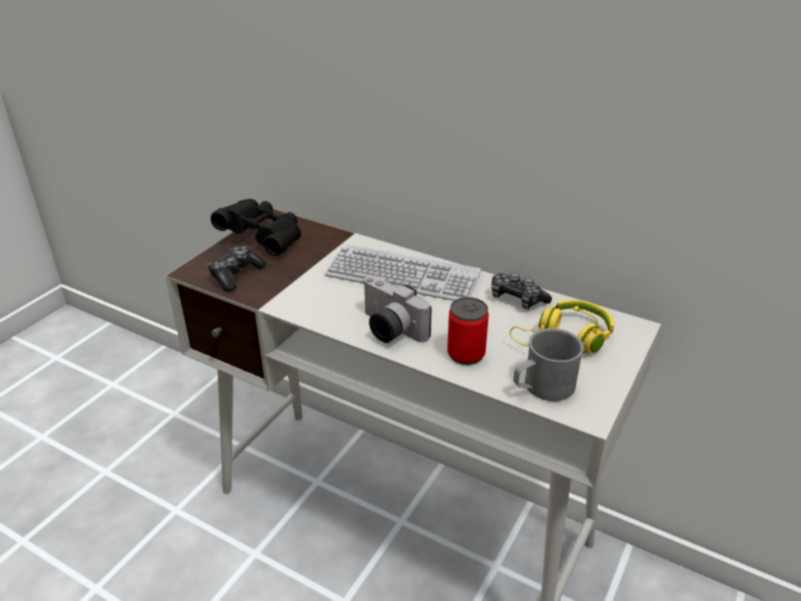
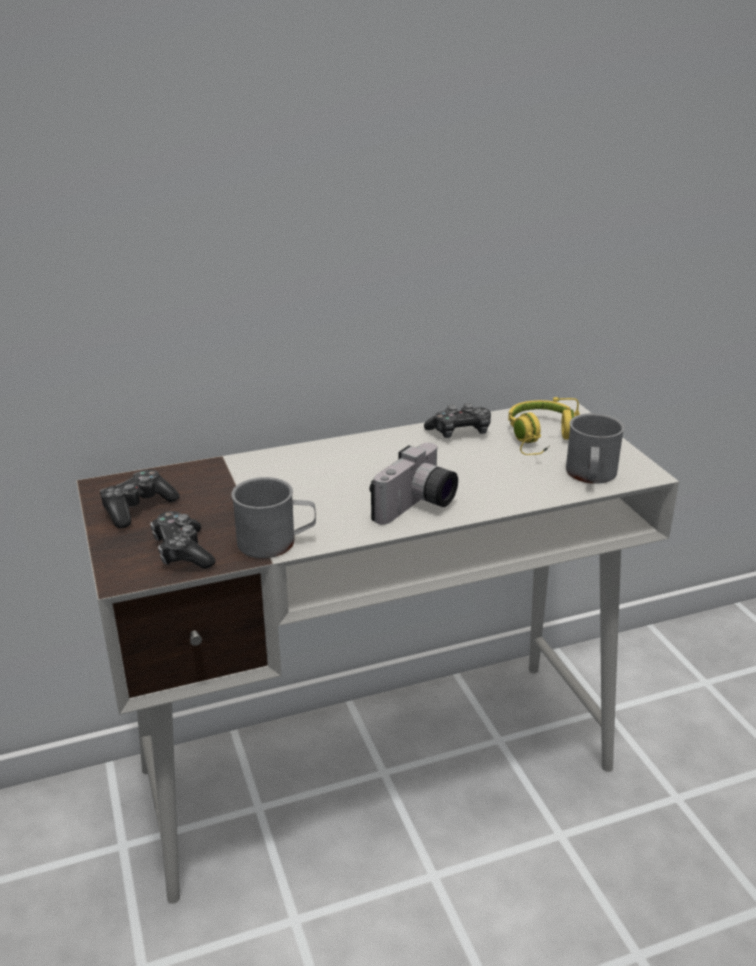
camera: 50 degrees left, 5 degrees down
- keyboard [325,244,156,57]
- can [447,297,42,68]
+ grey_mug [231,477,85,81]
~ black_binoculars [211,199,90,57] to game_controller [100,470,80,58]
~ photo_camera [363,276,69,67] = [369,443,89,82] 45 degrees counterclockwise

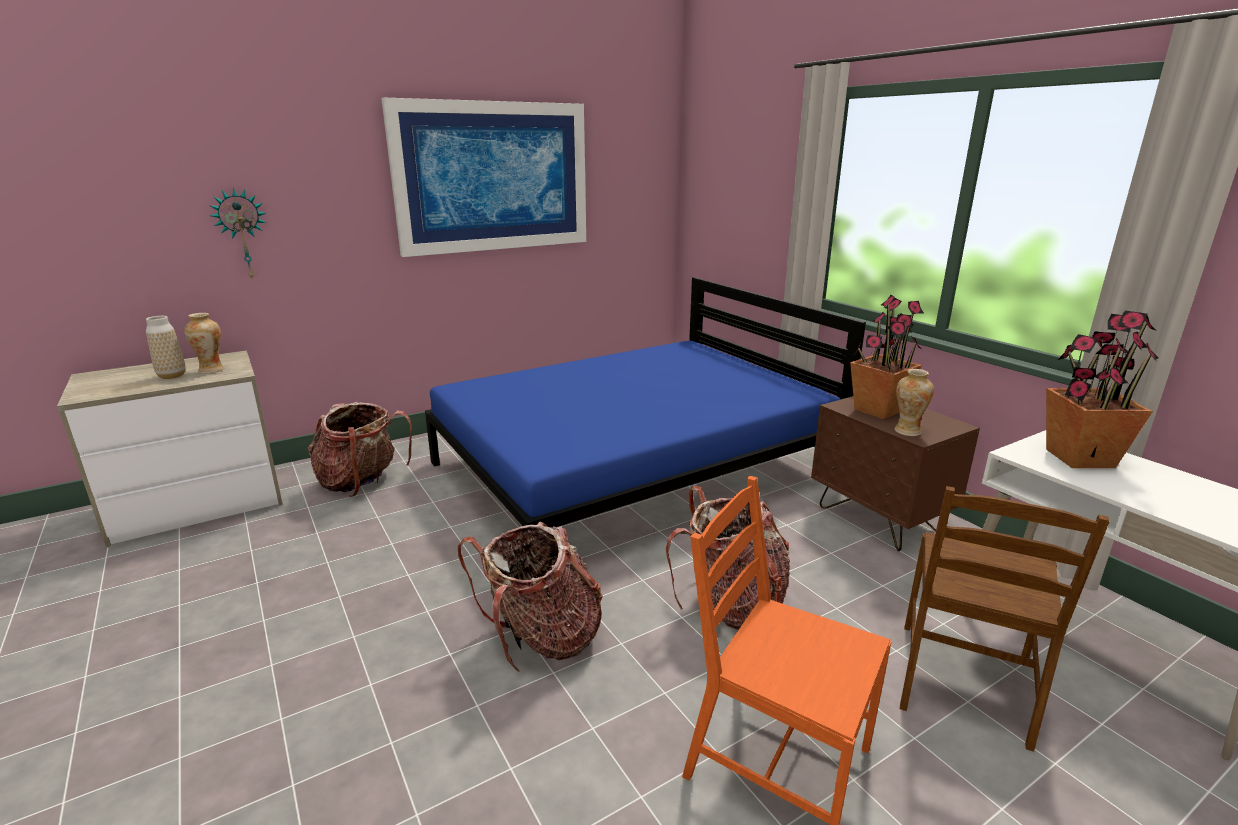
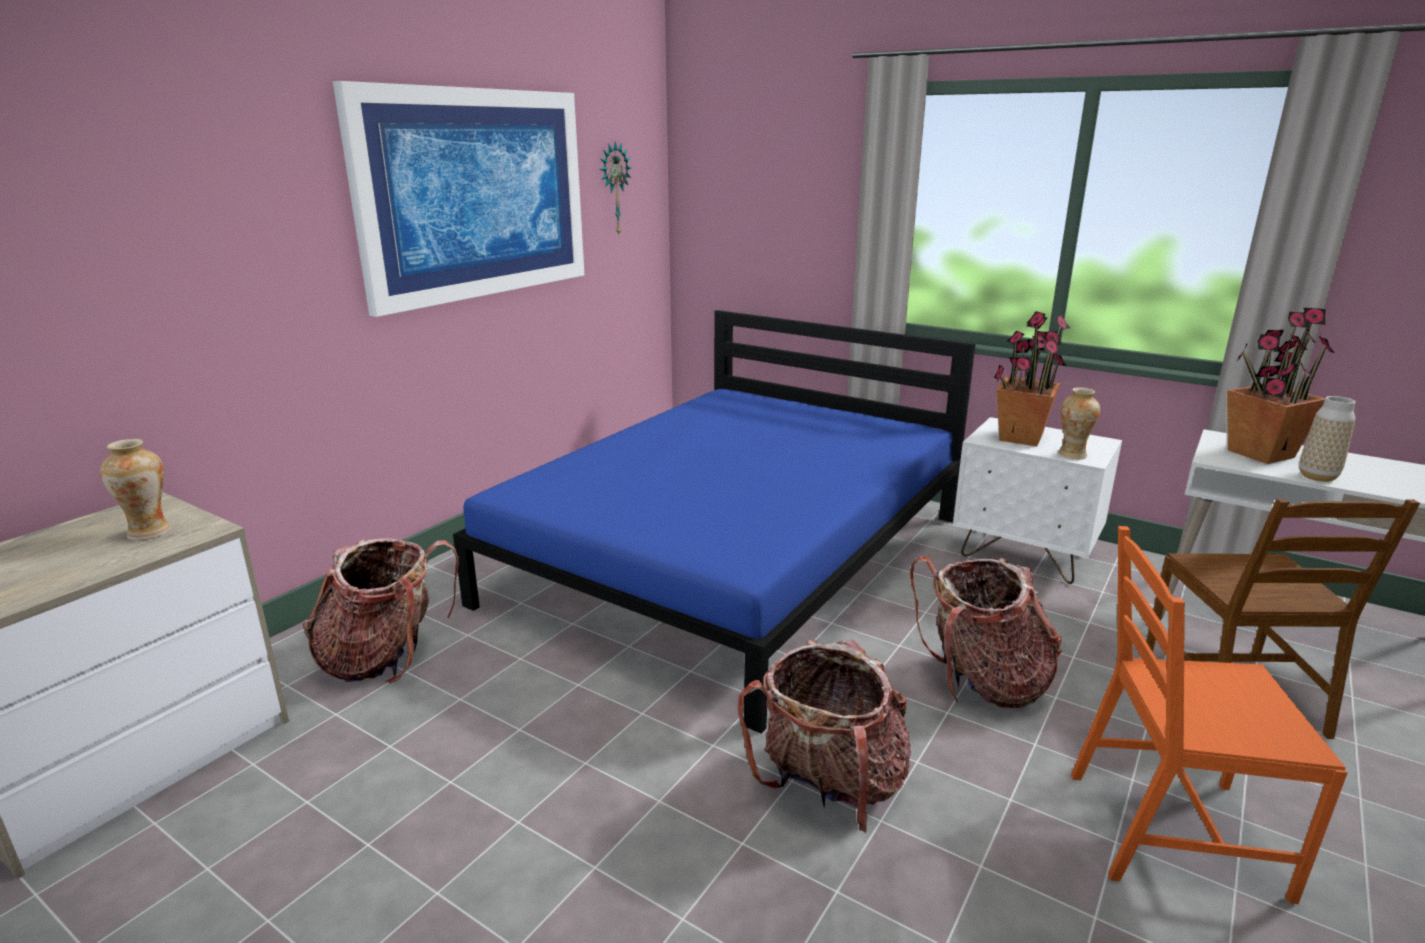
camera: 25 degrees left, 0 degrees up
~ vase [146,316,40,63] to [1299,396,57,86]
~ wall_clock [209,188,57,93] to [600,141,32,93]
~ brown_nightstand [811,396,169,155] to white_nightstand [953,417,169,167]

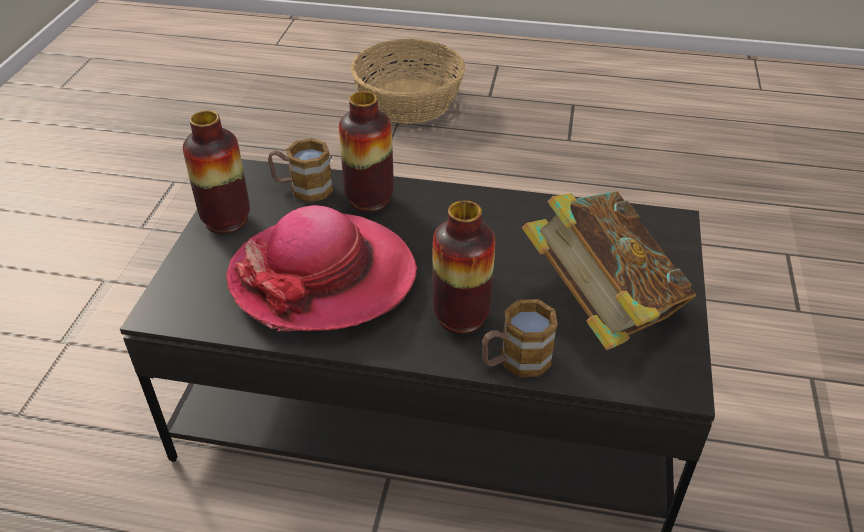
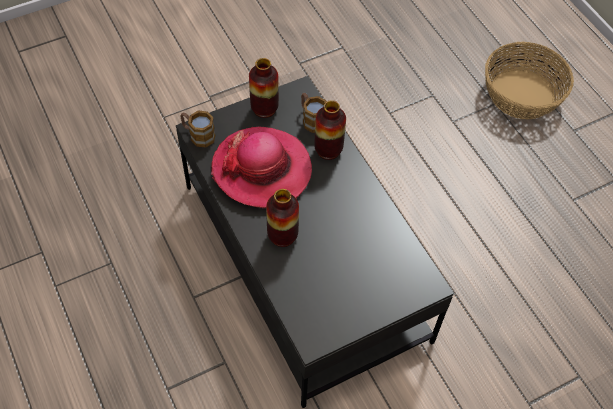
camera: 50 degrees right, 15 degrees up
- book [522,191,174,159]
~ mug [482,299,76,78] to [180,111,35,37]

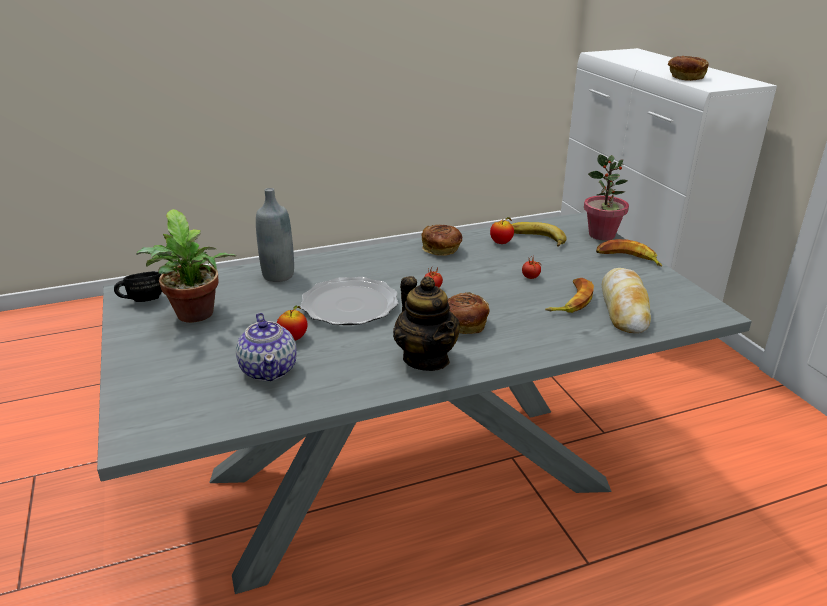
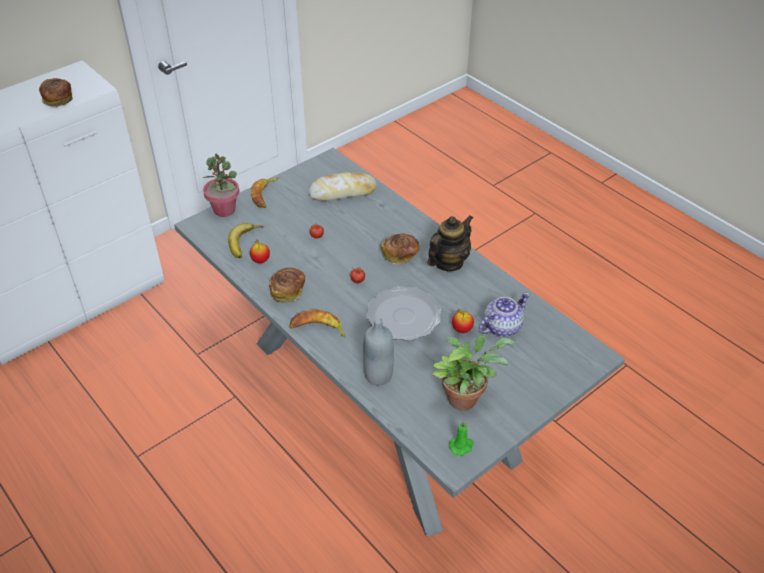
camera: 110 degrees left, 15 degrees up
~ banana [545,278,49,35] to [289,310,56,27]
~ black_mug [114,271,48,31] to green_candle [449,421,25,35]

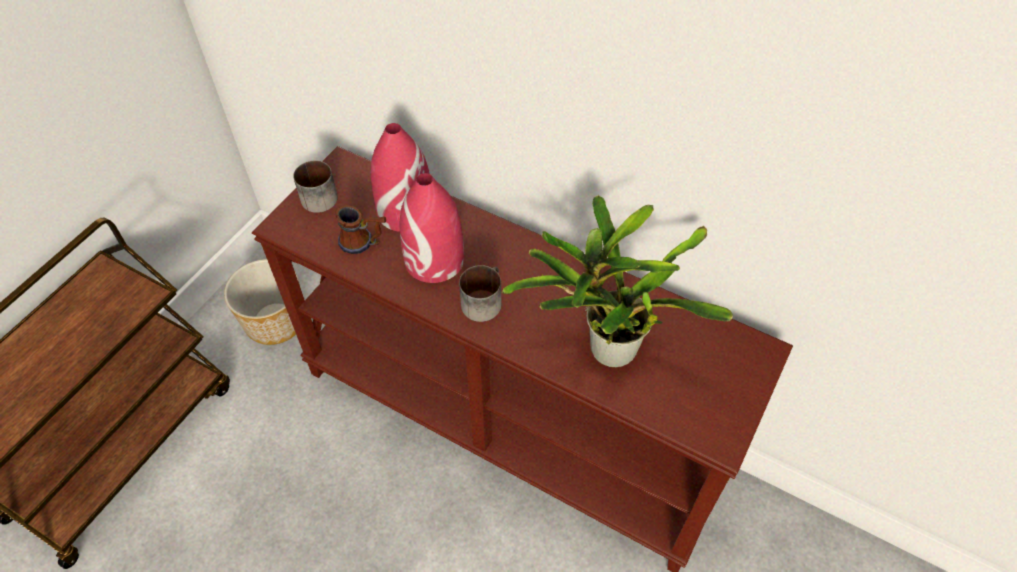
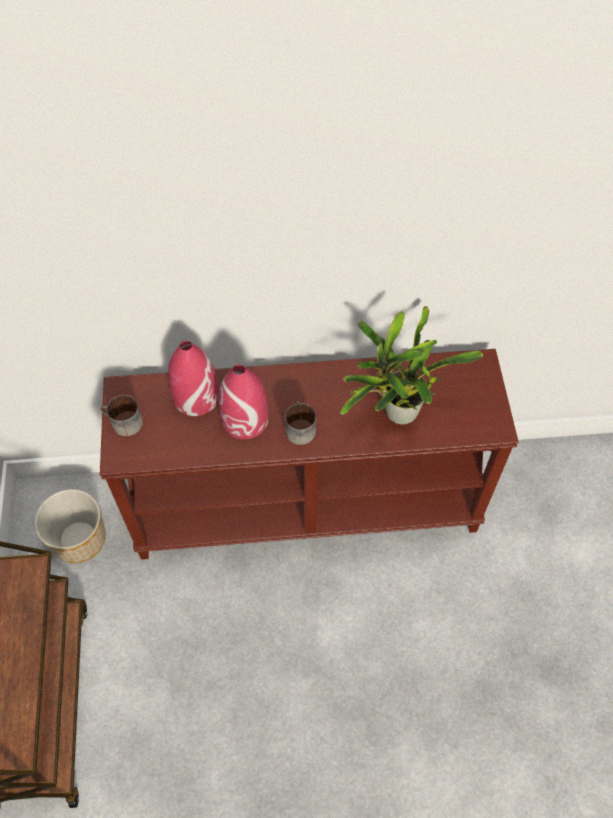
camera: 35 degrees left, 5 degrees up
- mug [335,205,51,49]

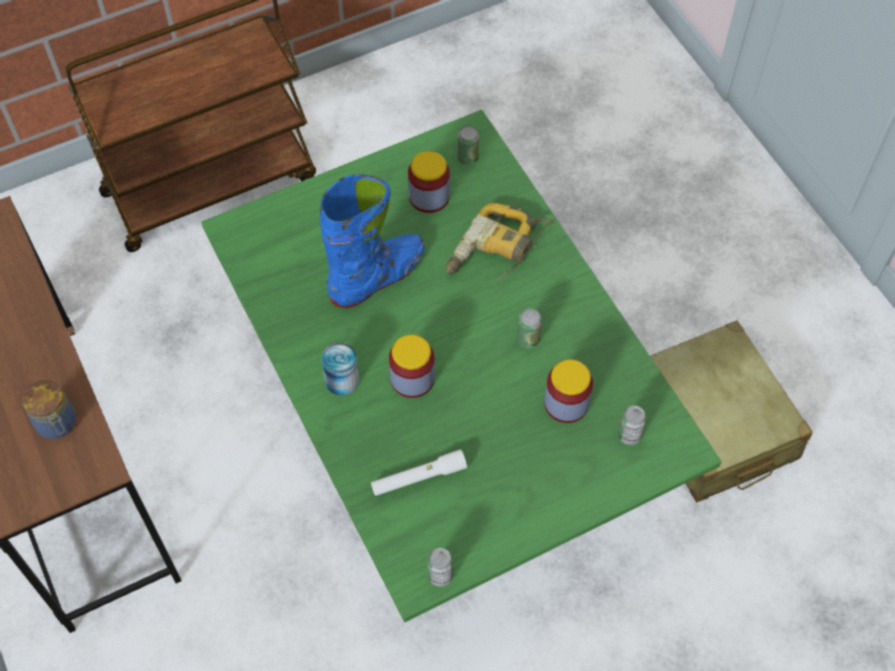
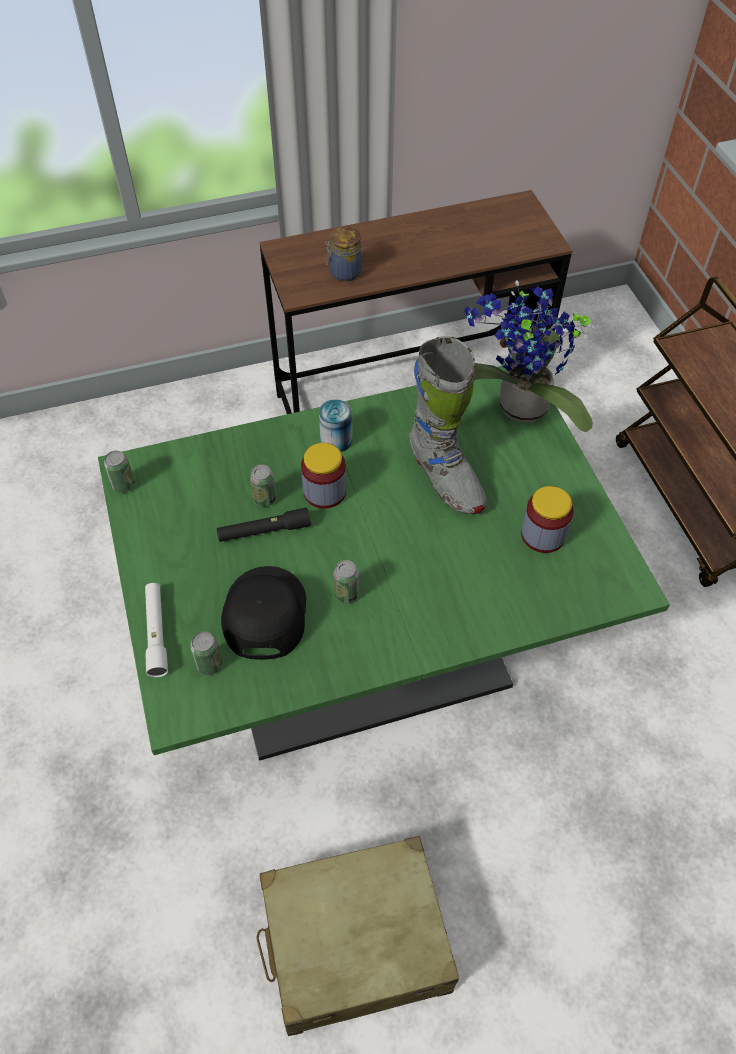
camera: 100 degrees right, 5 degrees down
- power_drill [446,203,107,77]
+ black_flashlight [217,507,94,35]
+ potted_plant [464,281,131,151]
~ white_flashlight [371,450,96,46] to [145,583,23,94]
~ can [457,126,22,39] to [250,464,26,43]
~ jar [544,359,49,64] to black_cap [221,566,85,94]
~ blue_boot [320,174,105,134] to grey_boot [409,336,78,178]

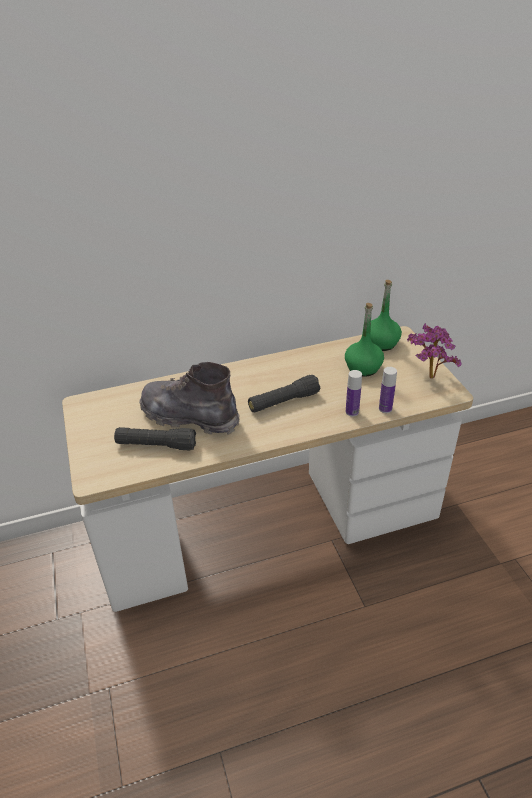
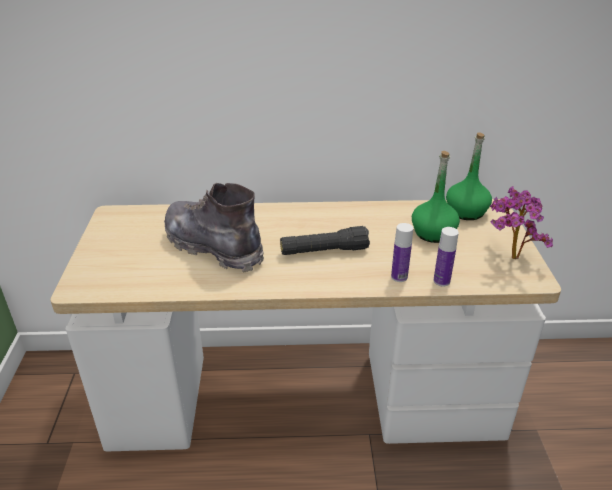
camera: 15 degrees right, 5 degrees down
- black_flashlight [114,427,82,23]

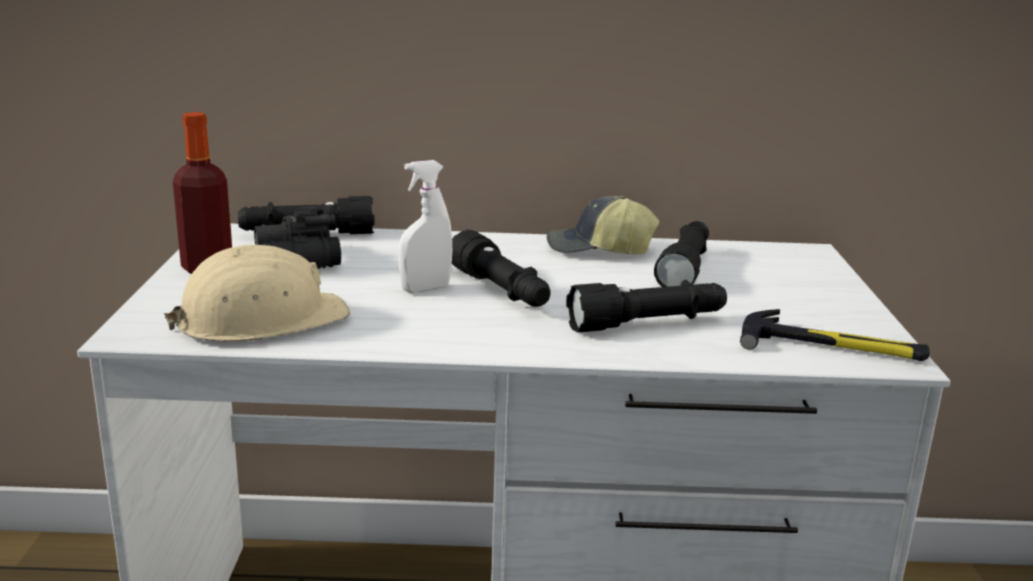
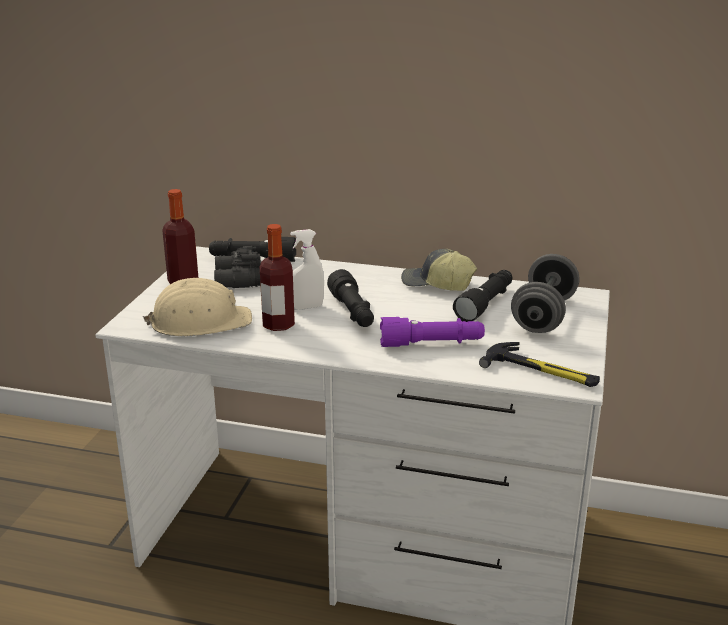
camera: 15 degrees right, 5 degrees up
+ bottle [260,224,35,107]
+ grey_dumbbell [511,254,68,79]
~ black_flashlight [566,280,161,53] to purple_flashlight [380,317,105,30]

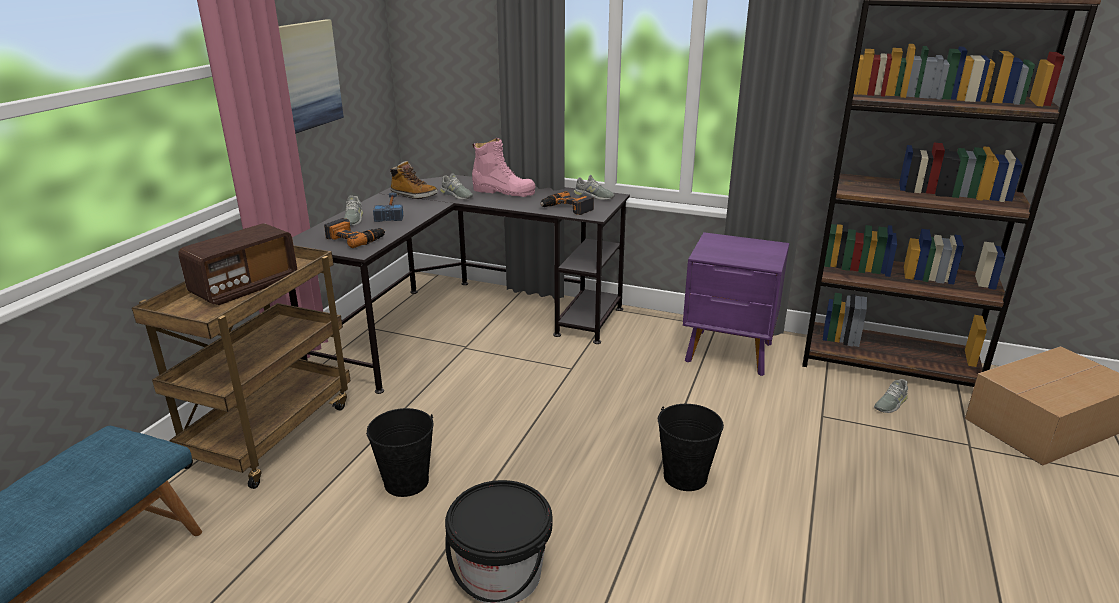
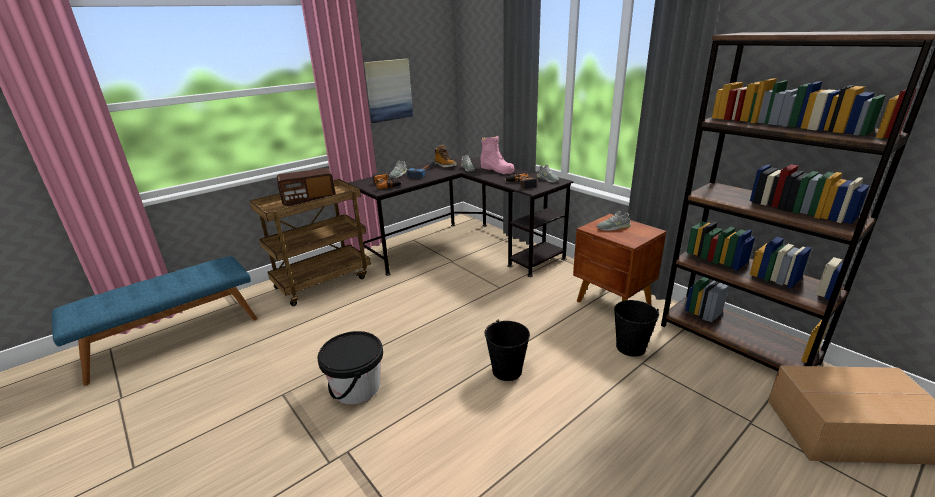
camera: 30 degrees right, 0 degrees up
~ black_bucket [366,408,68,89] to [614,300,45,57]
~ grey_shoe [874,379,34,34] to [597,211,34,20]
~ purple_nightstand [683,232,106,144] to brown_nightstand [573,214,94,91]

